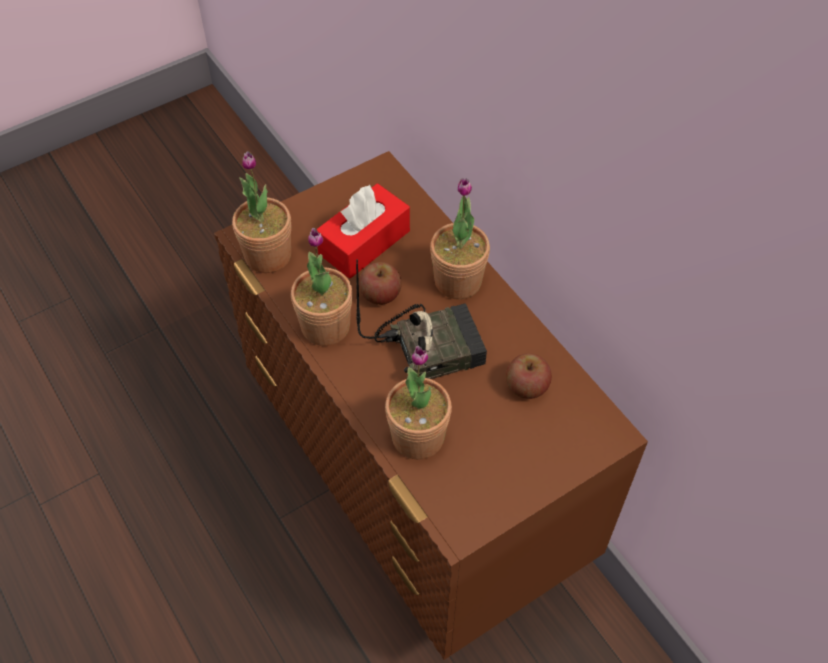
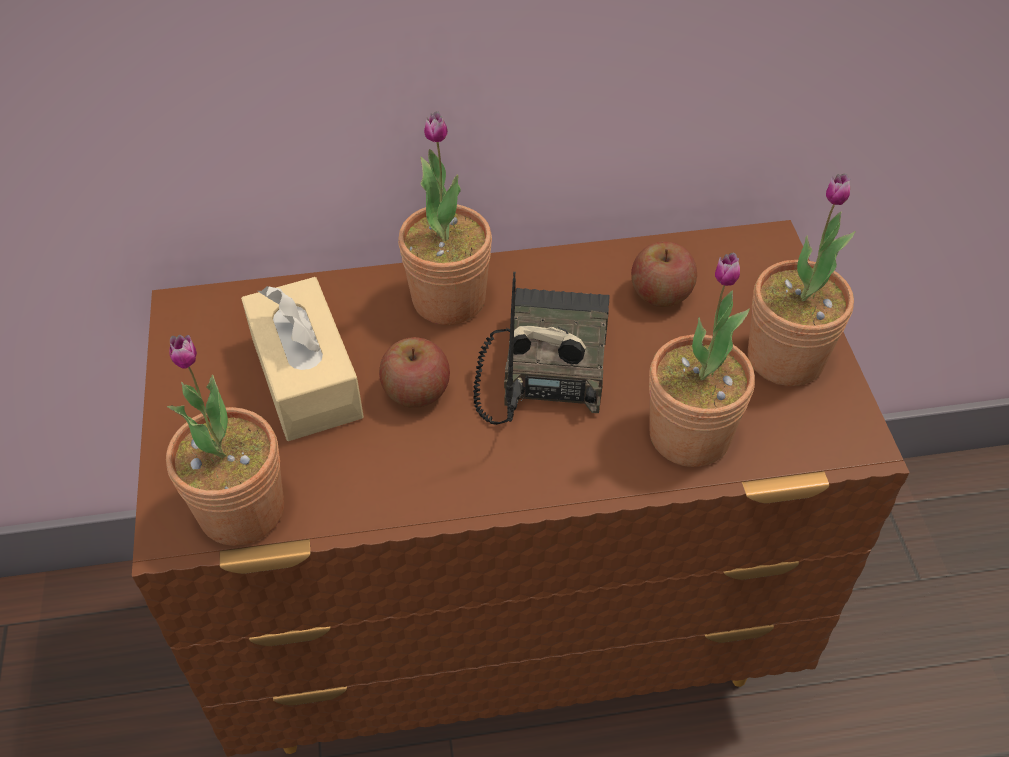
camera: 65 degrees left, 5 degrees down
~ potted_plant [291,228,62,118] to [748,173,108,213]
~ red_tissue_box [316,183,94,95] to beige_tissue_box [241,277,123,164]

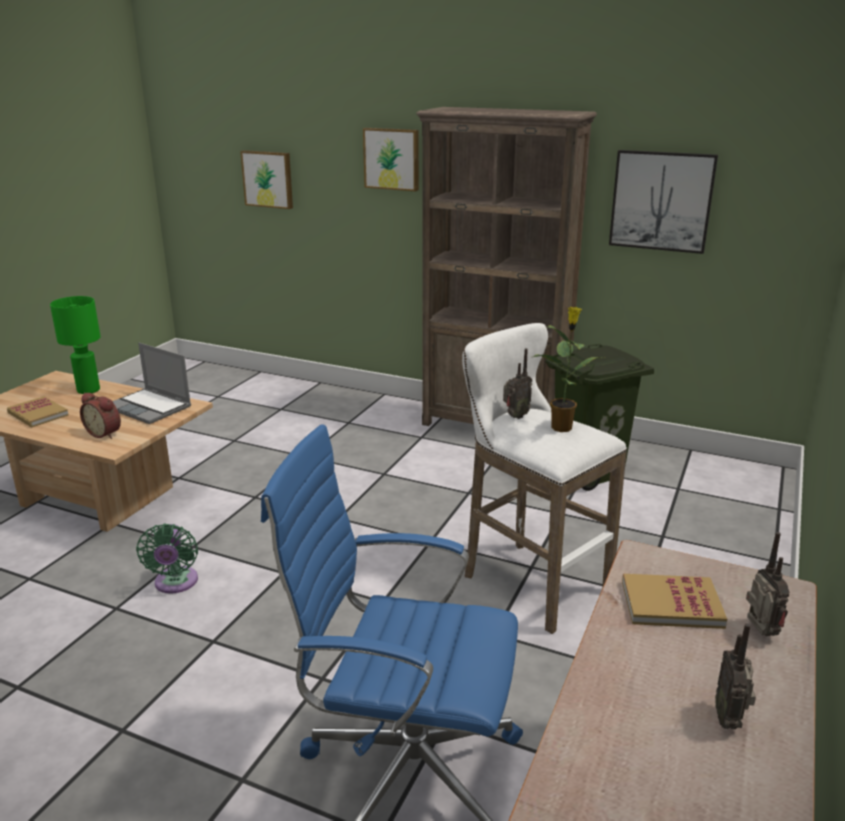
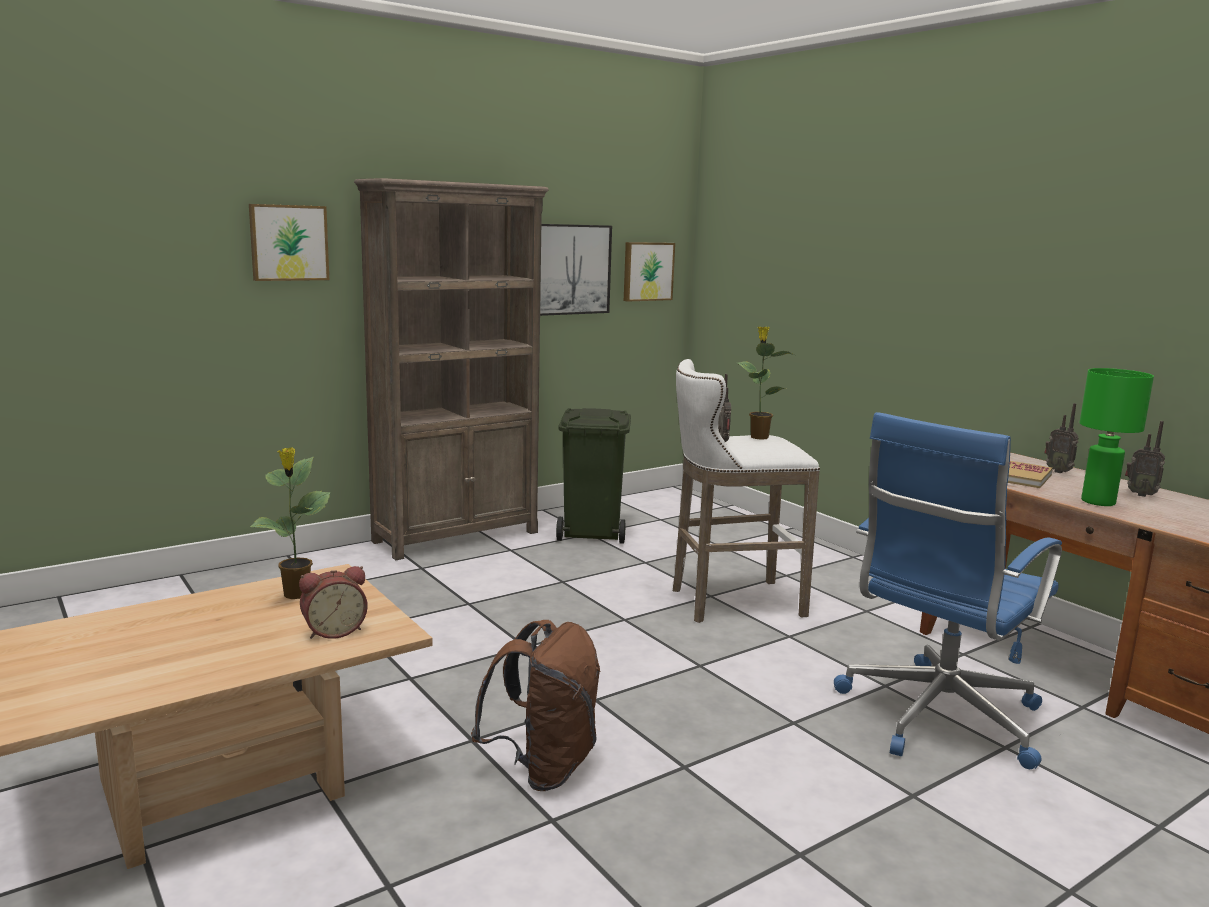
camera: 60 degrees left, 10 degrees down
- book [7,396,61,31]
~ green_table_lamp [50,296,51,98] to [1080,368,74,138]
~ picture [240,150,53,59] to [624,242,51,60]
~ laptop [113,343,78,81] to potted_plant [250,447,80,152]
~ green_fan [136,523,62,71] to brown_backpack [471,620,129,171]
~ radio [746,532,44,104] = [1044,403,35,70] 150 degrees counterclockwise

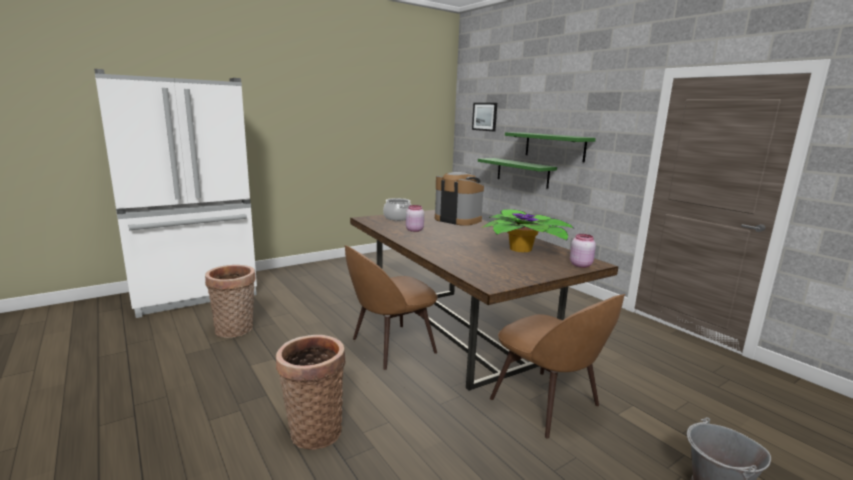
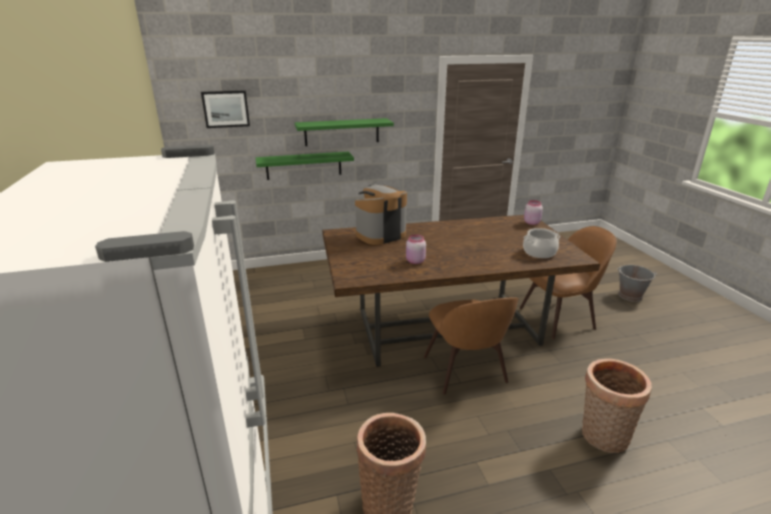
camera: 70 degrees left, 10 degrees up
- potted_plant [482,209,91,43]
~ cooking_pot [383,198,28,23] to [523,228,37,30]

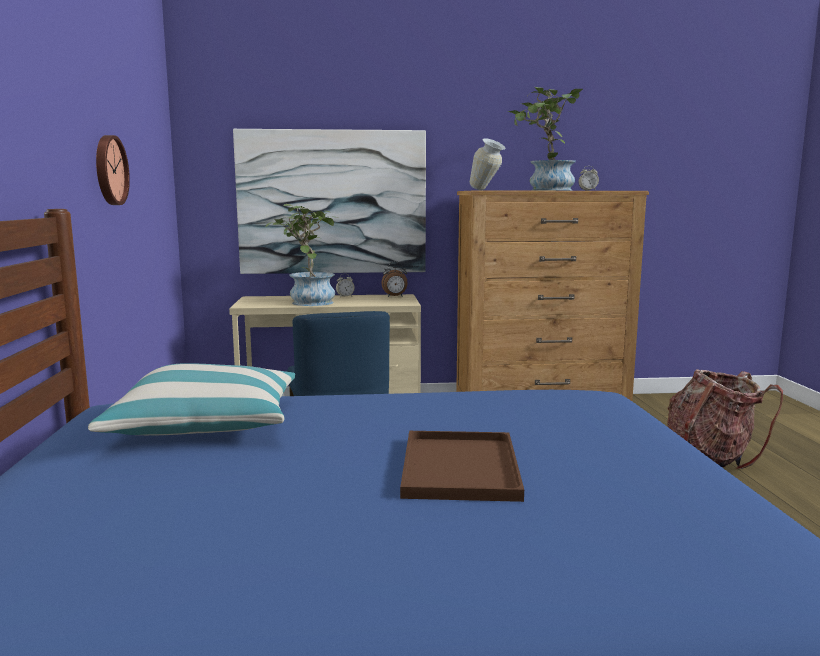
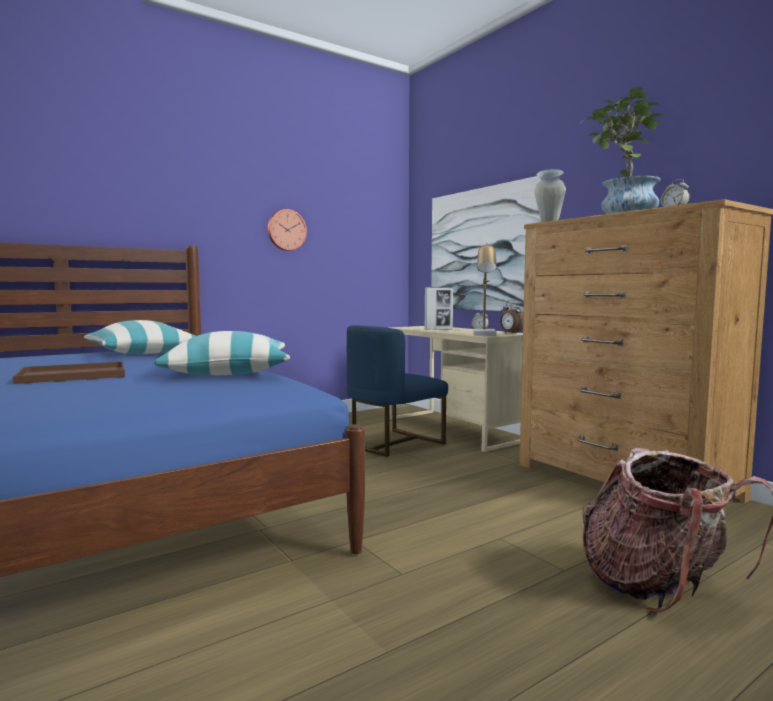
camera: 60 degrees right, 5 degrees down
+ pillow [154,331,136,45]
+ table_lamp [473,243,24,93]
~ potted_plant [266,204,72,102] to picture_frame [424,287,29,43]

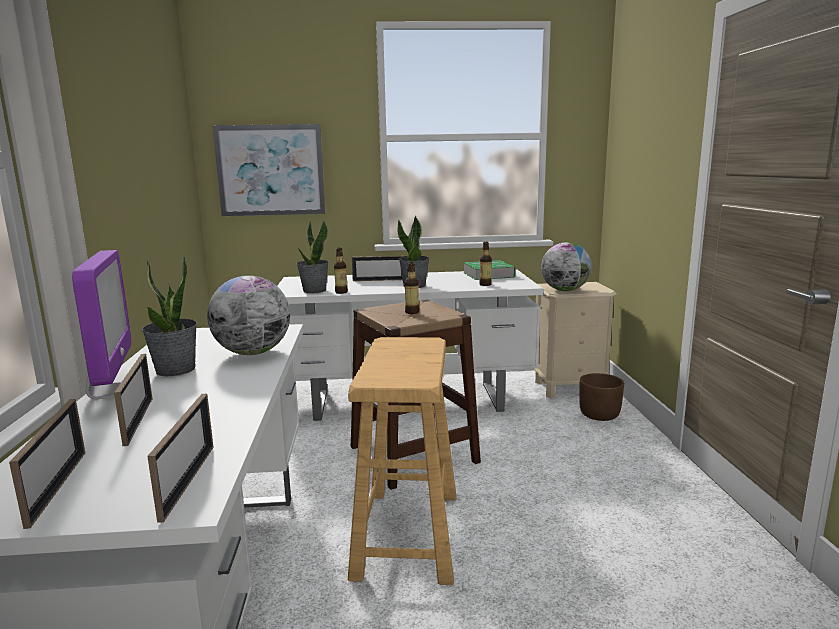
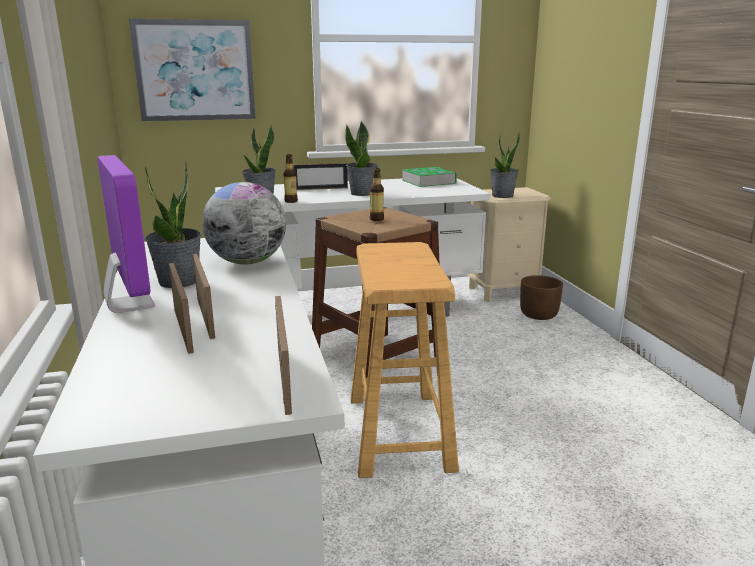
camera: 10 degrees left, 5 degrees up
- bottle [479,242,13,44]
~ picture_frame [9,399,76,130] to [193,254,22,85]
~ globe [541,242,50,49] to potted_plant [490,133,30,65]

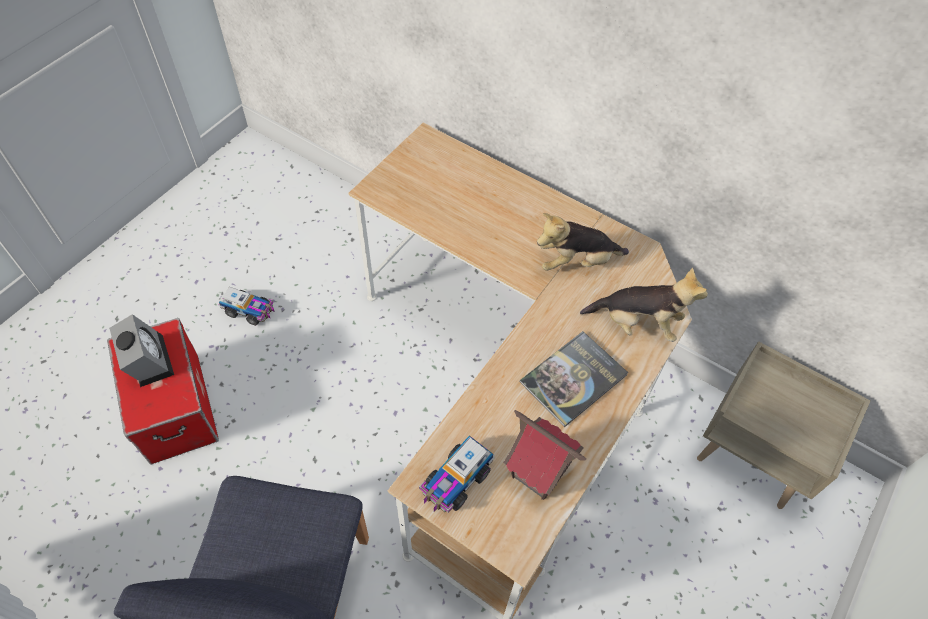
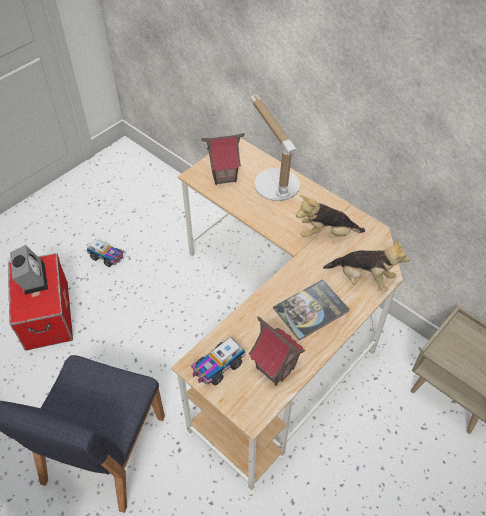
camera: 10 degrees right, 5 degrees down
+ toy_house [201,133,44,52]
+ table_lamp [250,95,50,106]

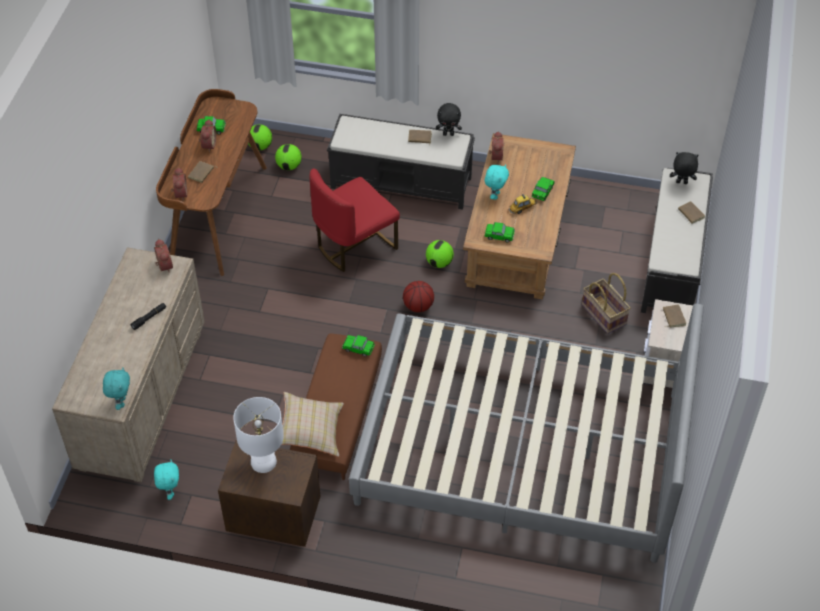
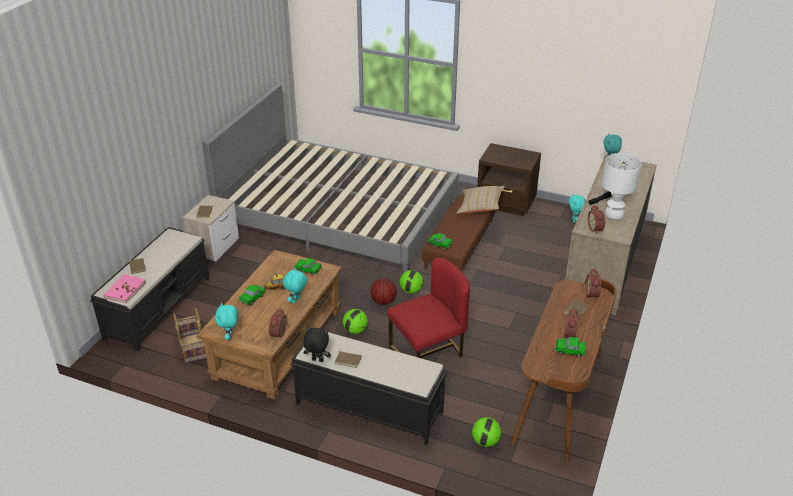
camera: 170 degrees left, 15 degrees down
+ turquoise_plush_toy [215,303,23,37]
~ white_table_lamp [233,397,51,76] to [602,153,40,66]
~ football [248,124,24,27] to [400,270,23,24]
~ basket [582,273,49,61] to [173,308,34,55]
~ black_plush_toy [670,152,29,32] to pink_book [103,274,43,30]

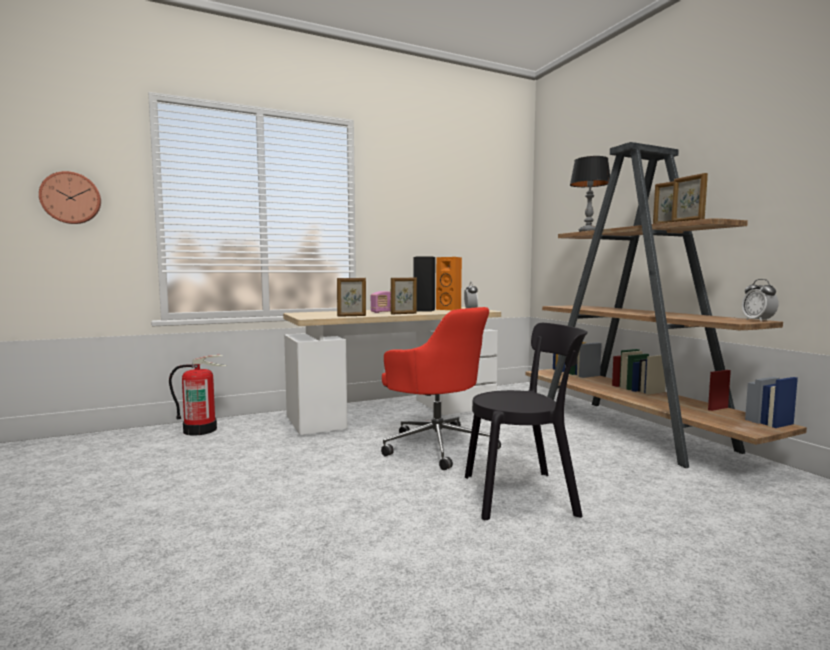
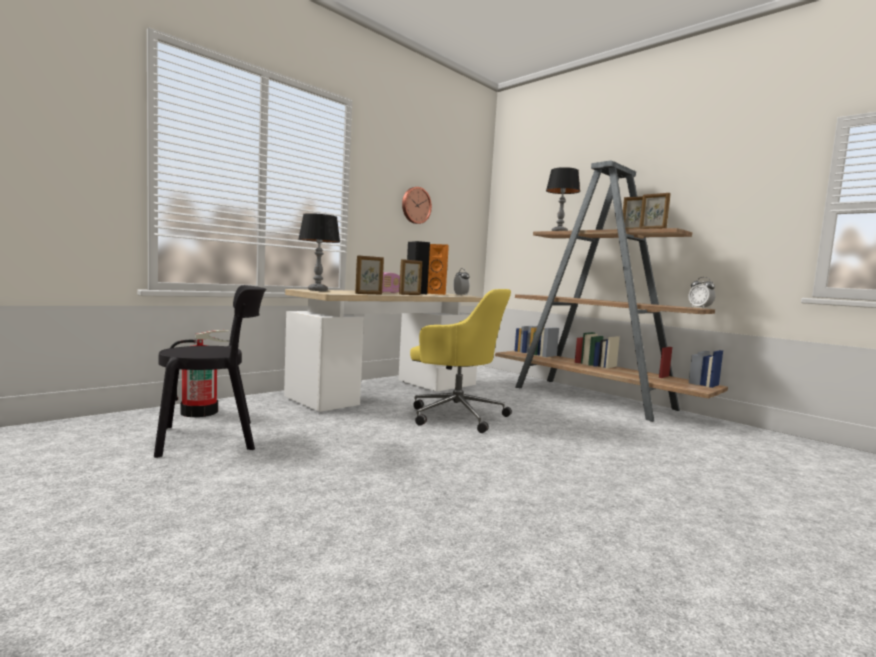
camera: 20 degrees left, 0 degrees up
+ table_lamp [299,213,41,78]
~ wall_clock [39,171,62,53] to [402,187,30,37]
~ black_chair [465,323,123,197] to [154,285,113,173]
~ red_office_chair [381,307,120,163] to yellow_office_chair [410,289,102,144]

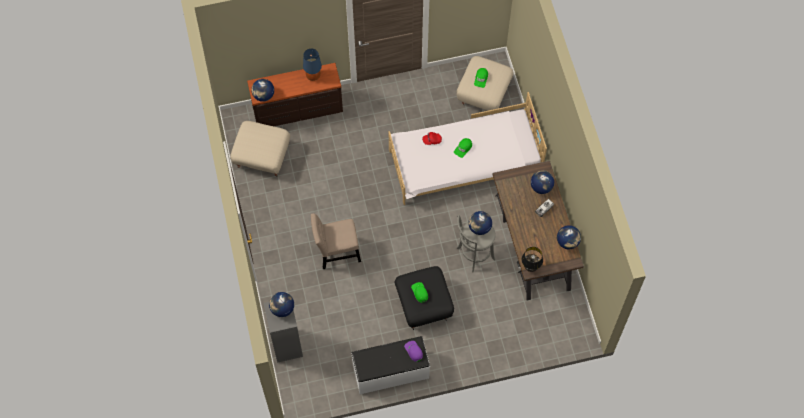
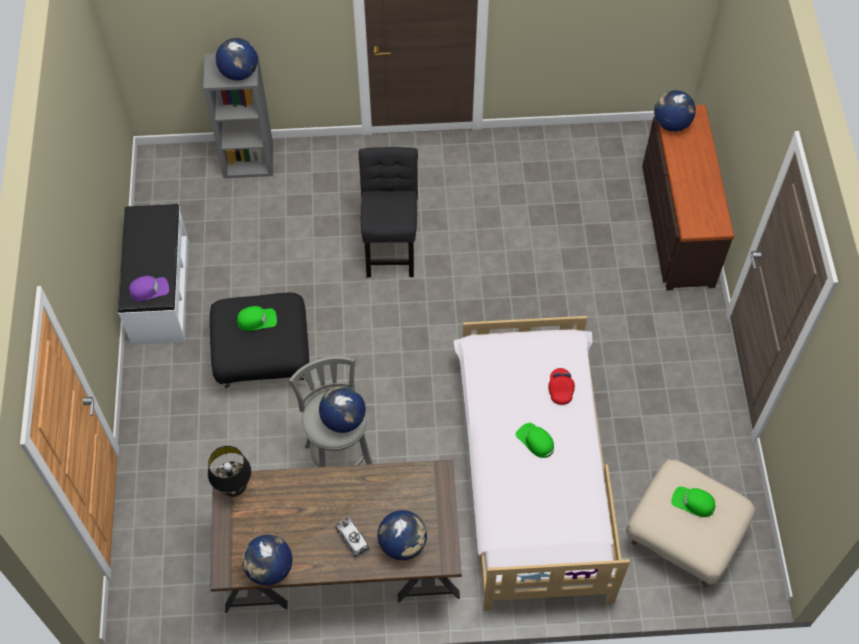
camera: 100 degrees right, 5 degrees down
- beige_ottoman [230,121,60,56]
- blue_table_lamp [303,49,19,32]
~ beige_chair [311,213,50,56] to black_chair [359,147,59,130]

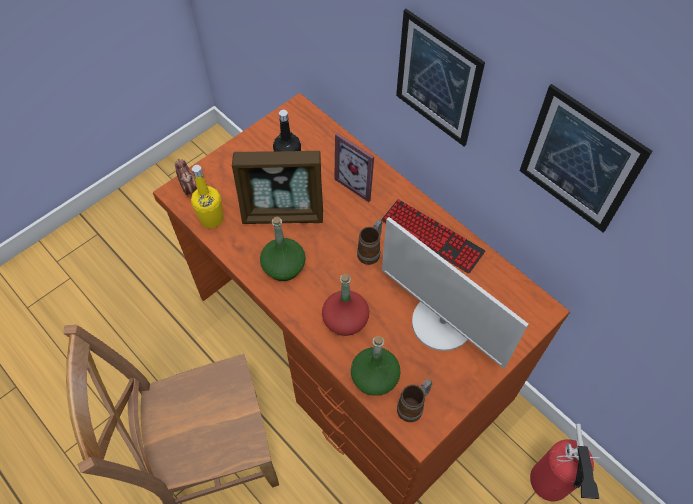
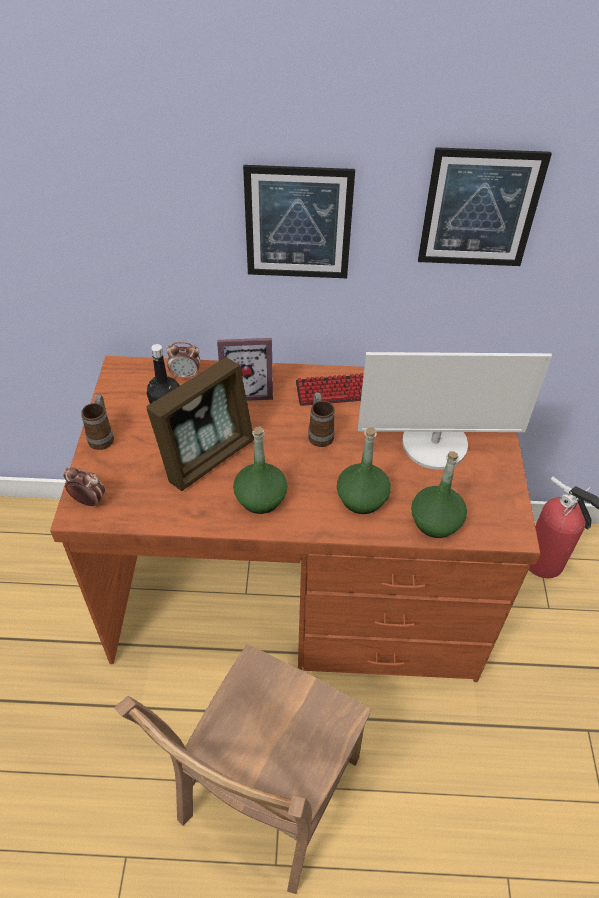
camera: 45 degrees left, 10 degrees down
- yellow_bottle [191,165,32,63]
+ alarm_clock [167,342,33,36]
~ mug [397,379,35,43] to [81,394,33,56]
~ red_bottle [322,274,47,62] to green_bottle [337,427,54,87]

